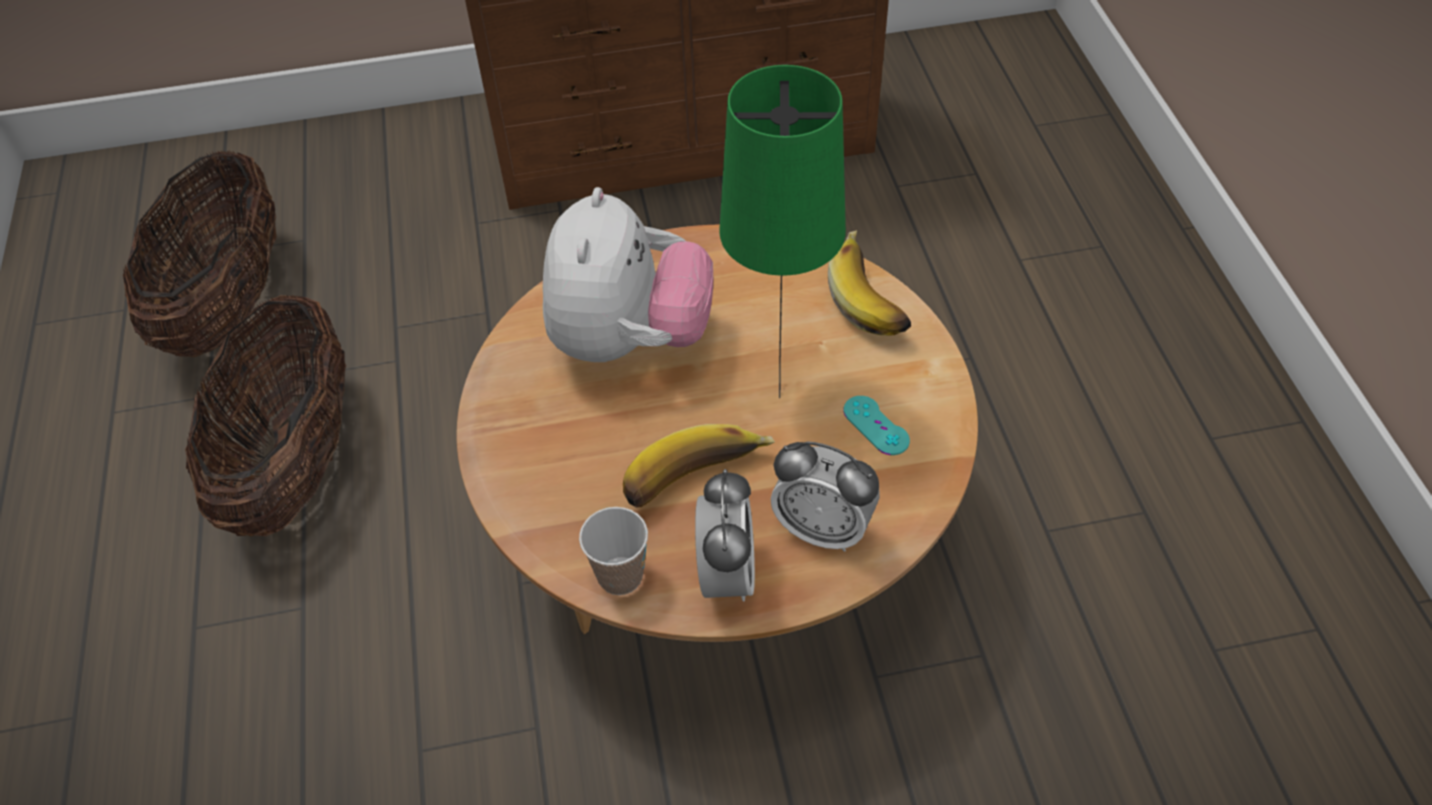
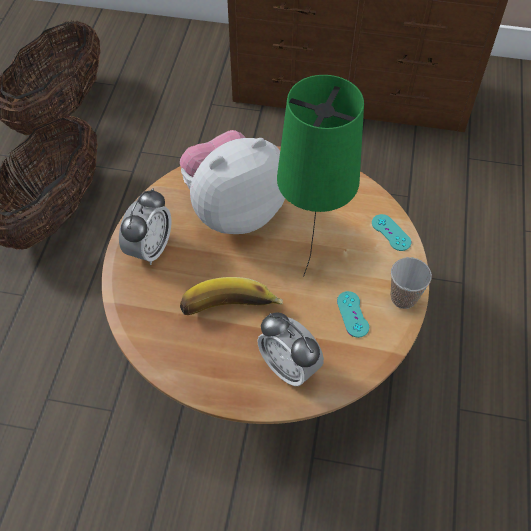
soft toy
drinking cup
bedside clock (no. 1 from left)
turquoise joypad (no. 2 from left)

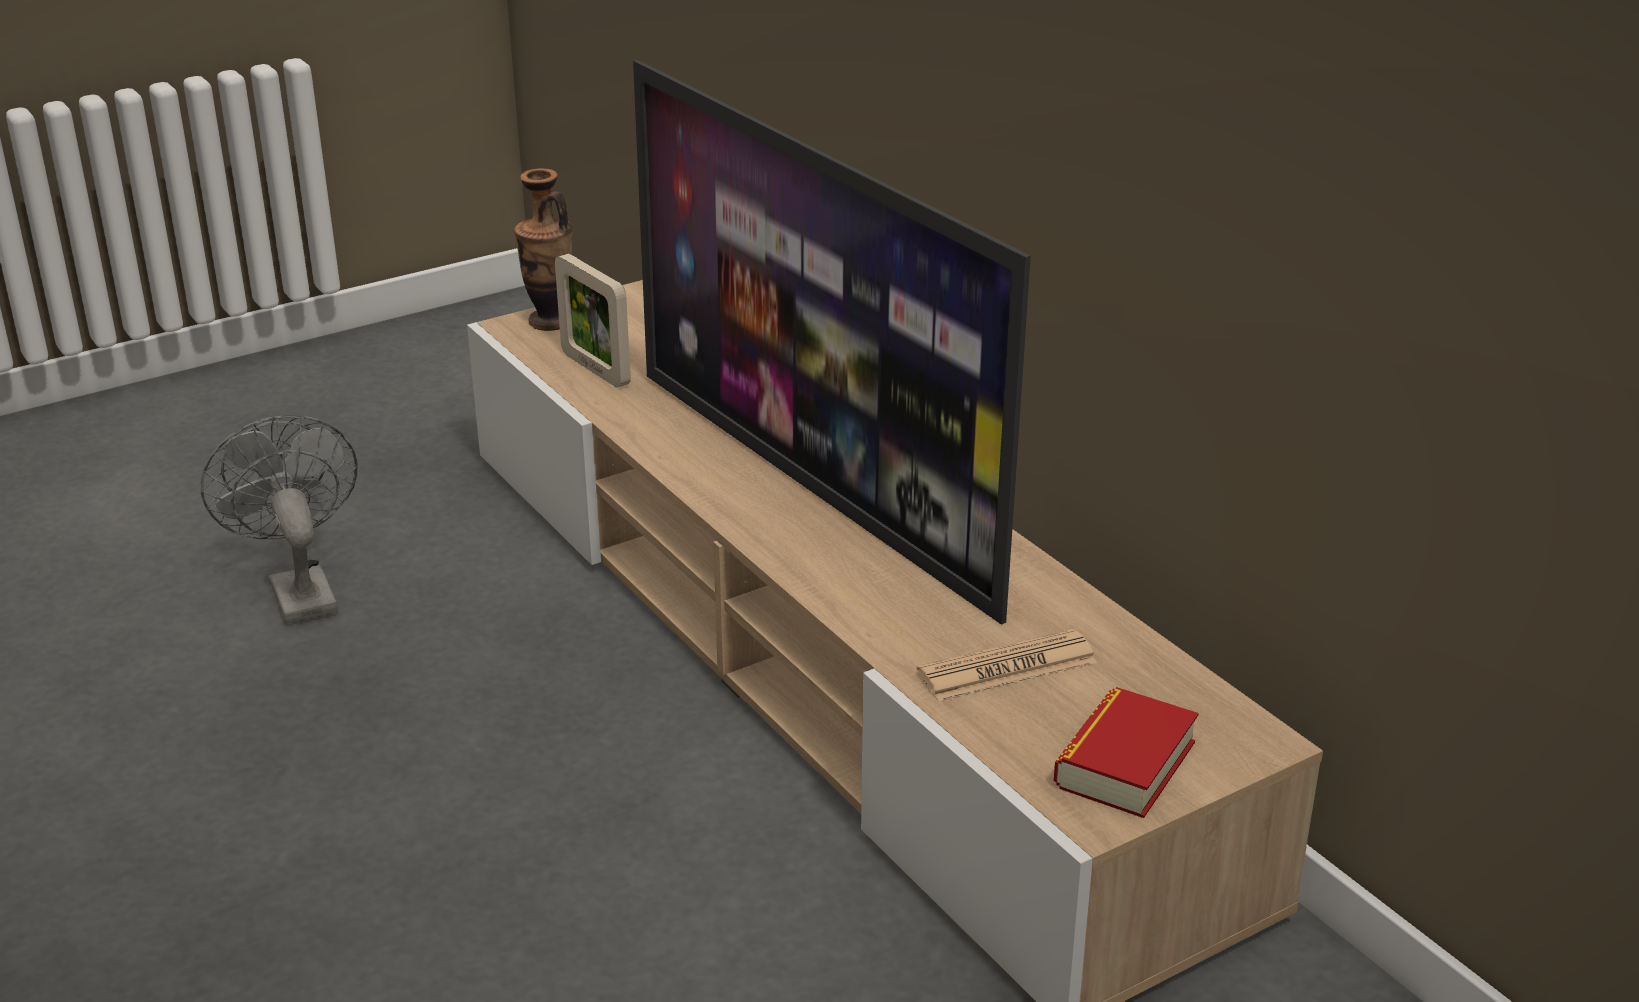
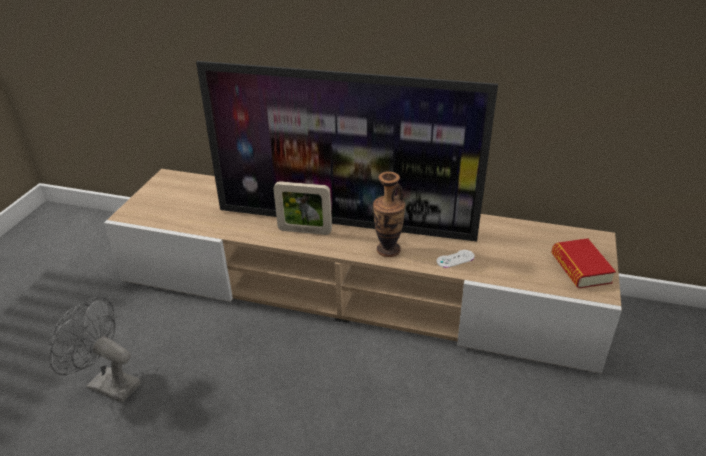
flower vase
picture frame
printed paper
whitish joypad

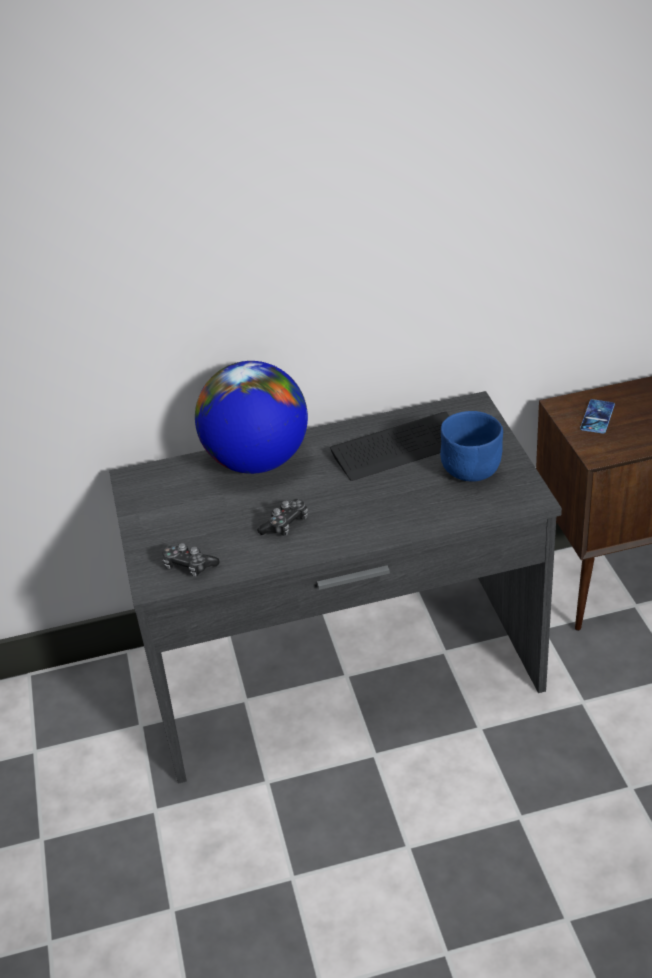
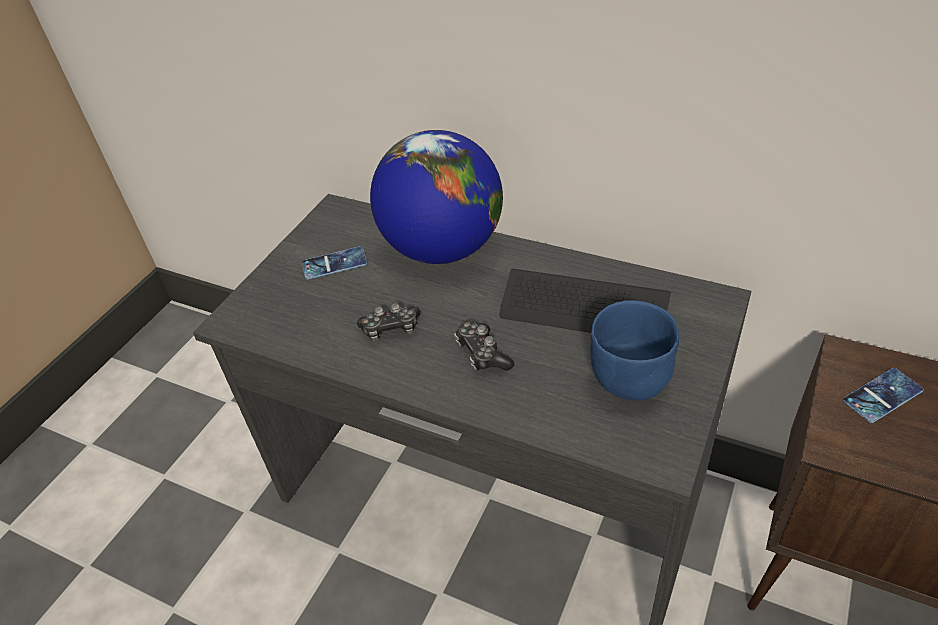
joypad (no. 2 from left)
phone (no. 1 from left)

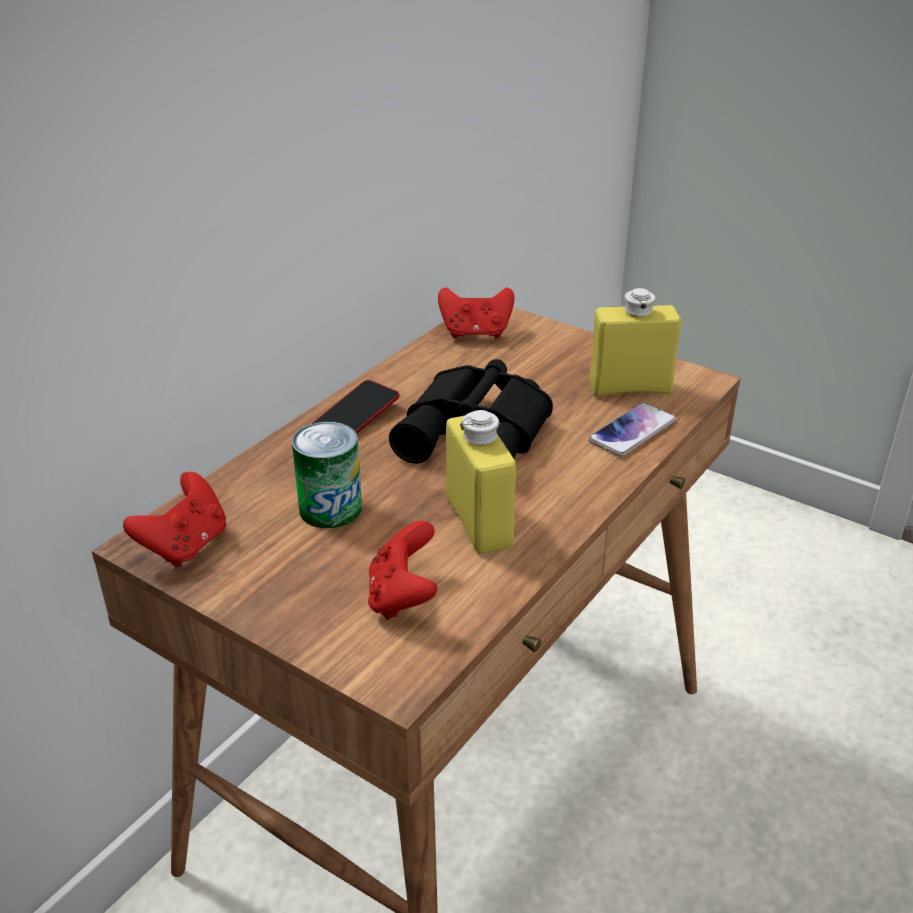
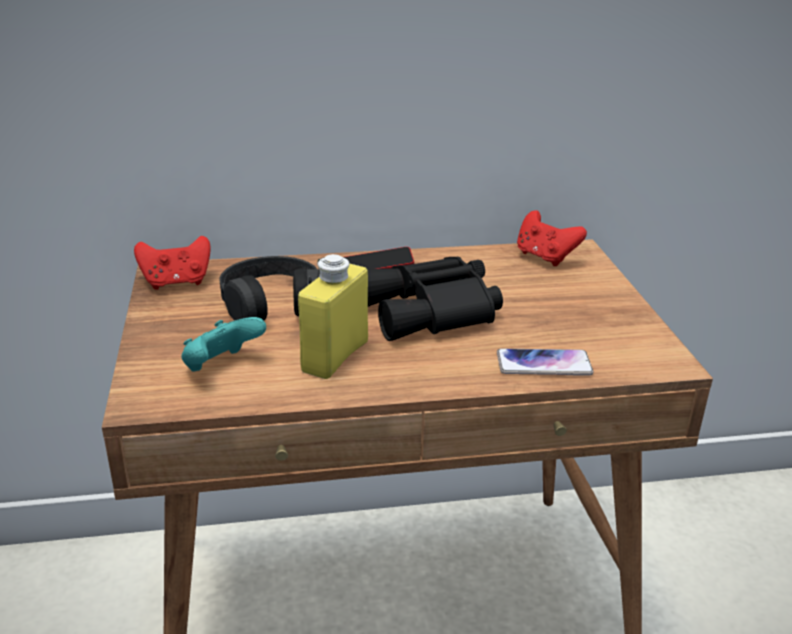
black headphones
turquoise joypad
yellow-coloured beverage bottle (no. 2 from left in the first image)

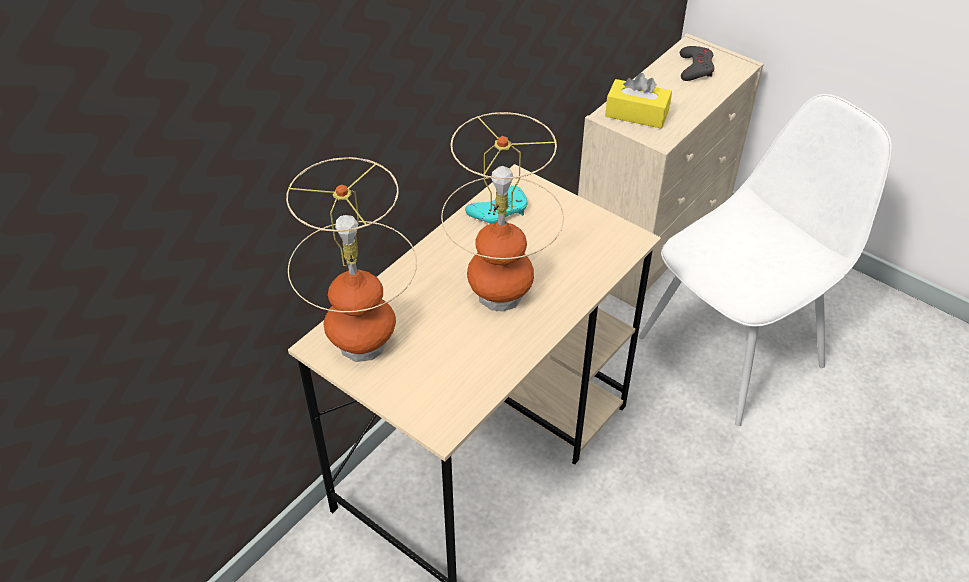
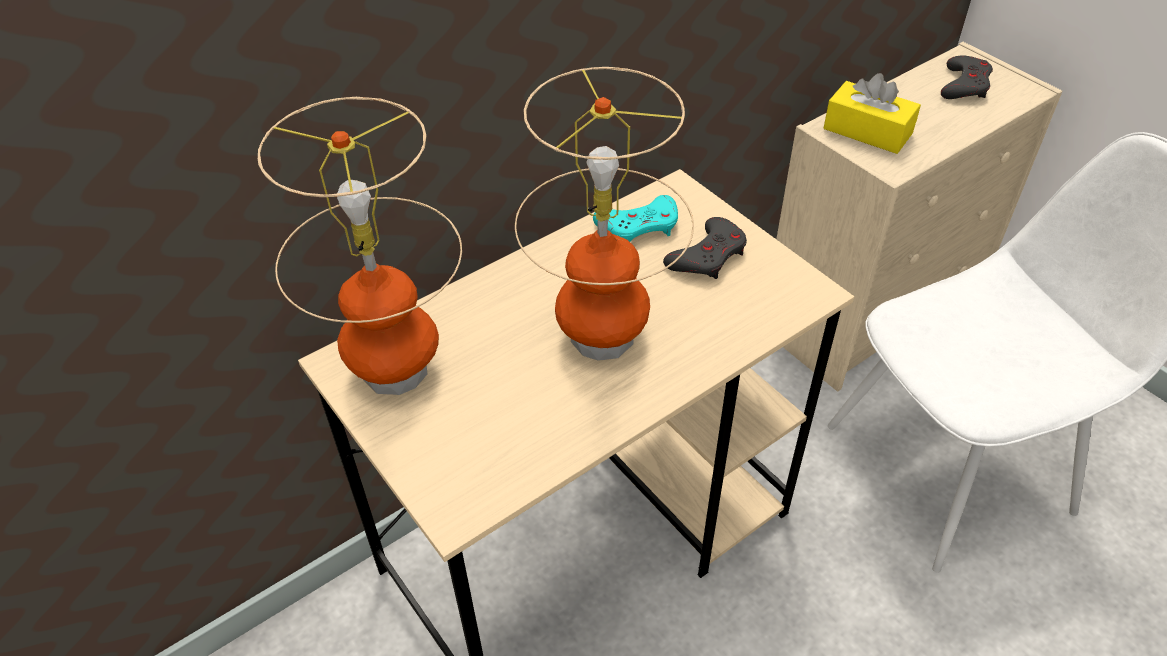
gray joypad (no. 1 from left)

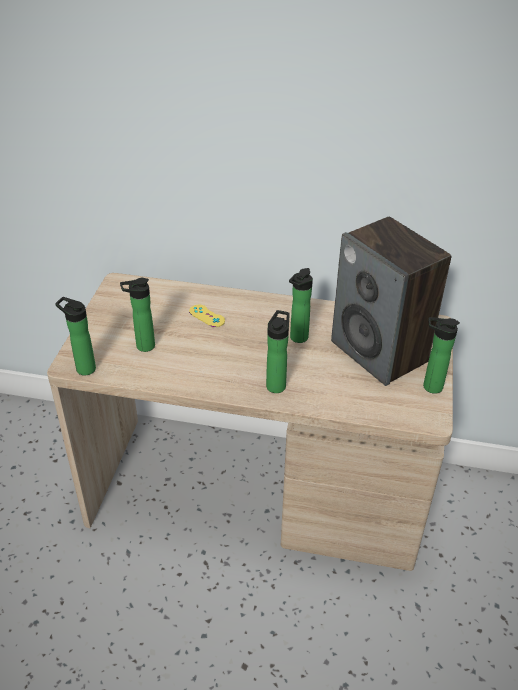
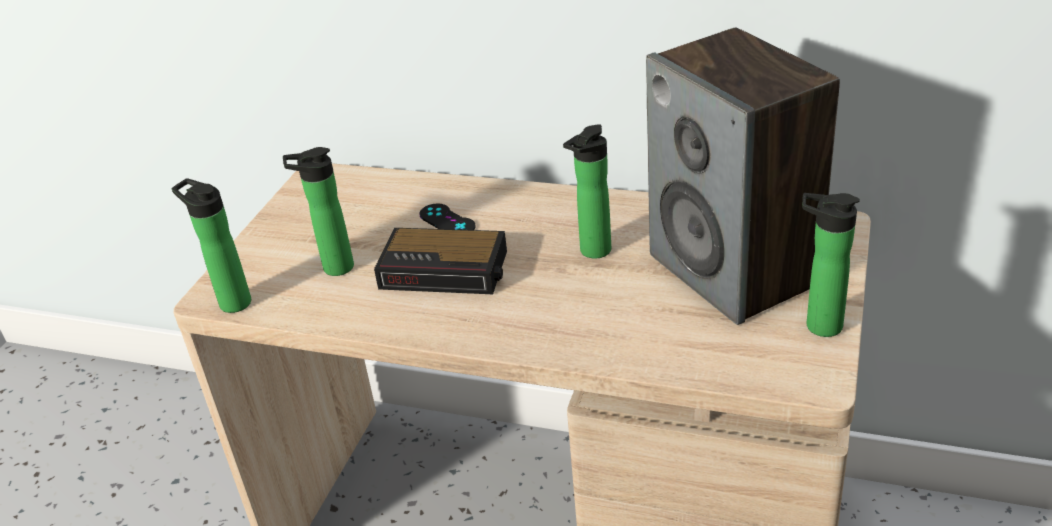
black joypad
beverage bottle (no. 3 from left in the first image)
bedside clock

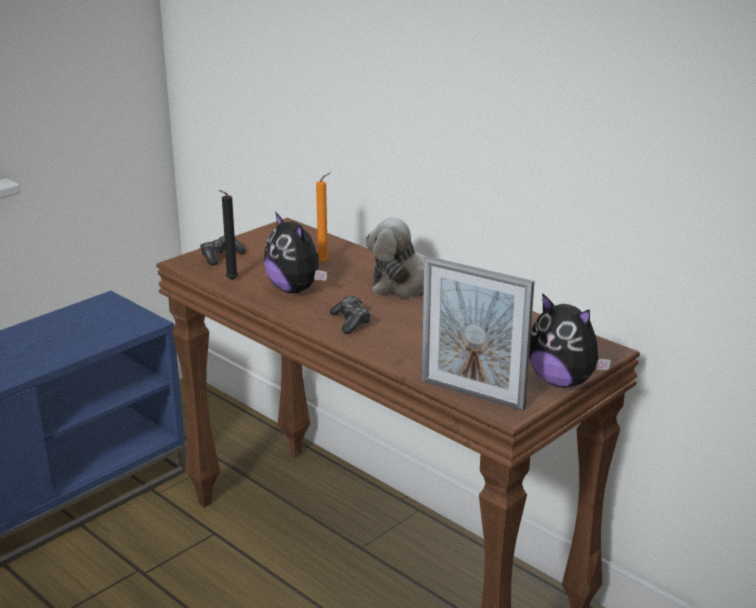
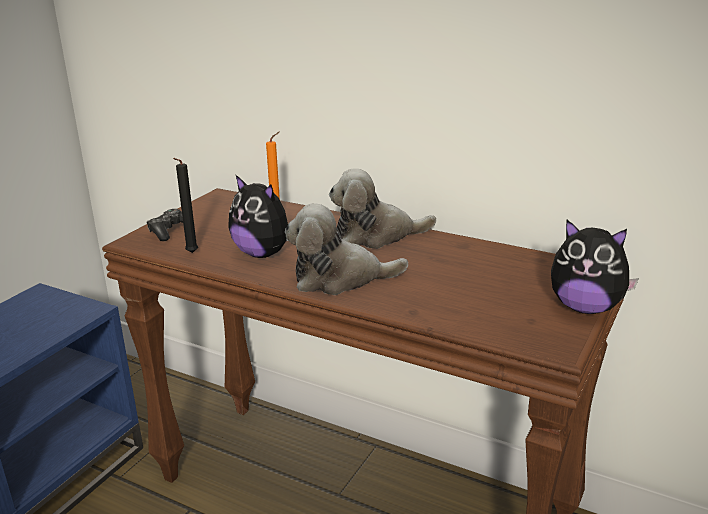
soft toy (no. 2 from left)
picture frame

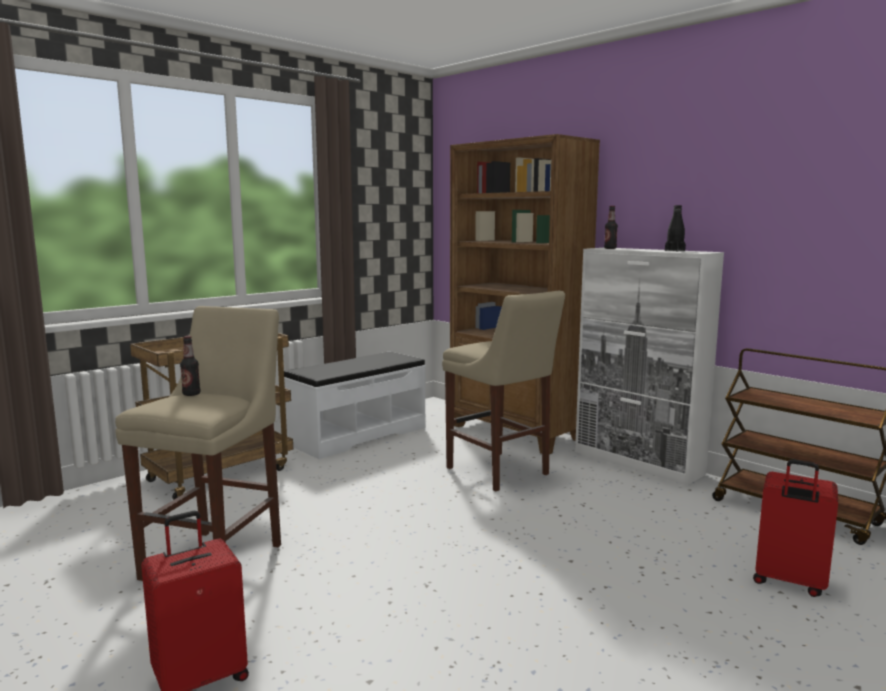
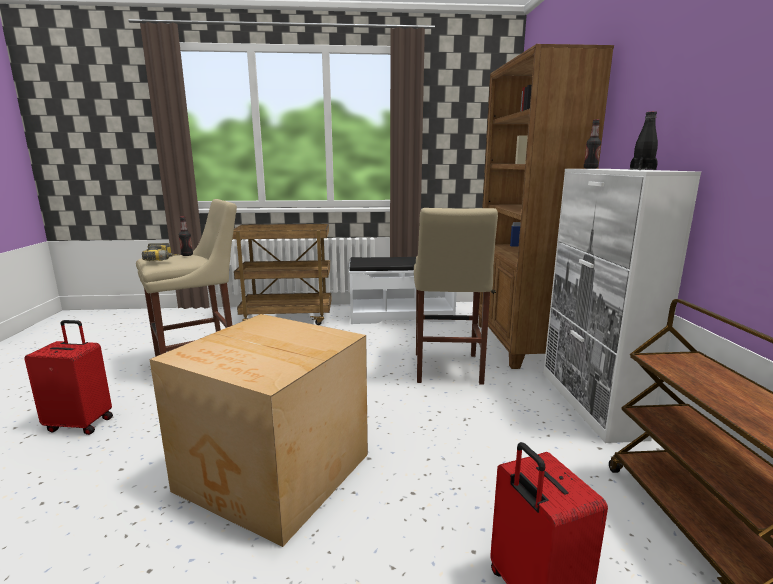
drill
carton

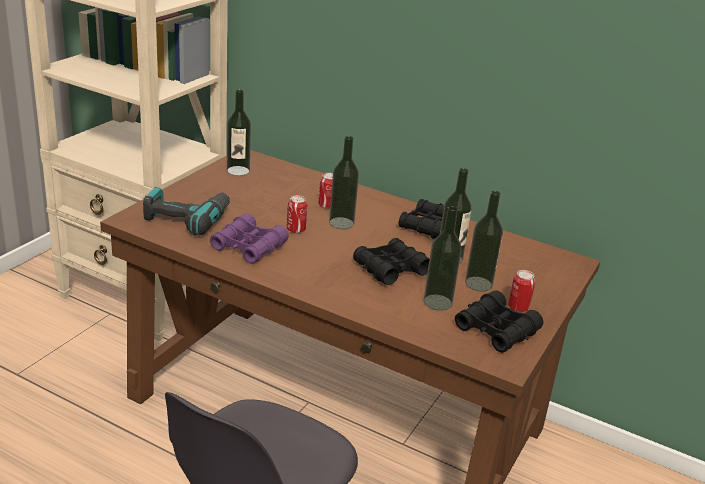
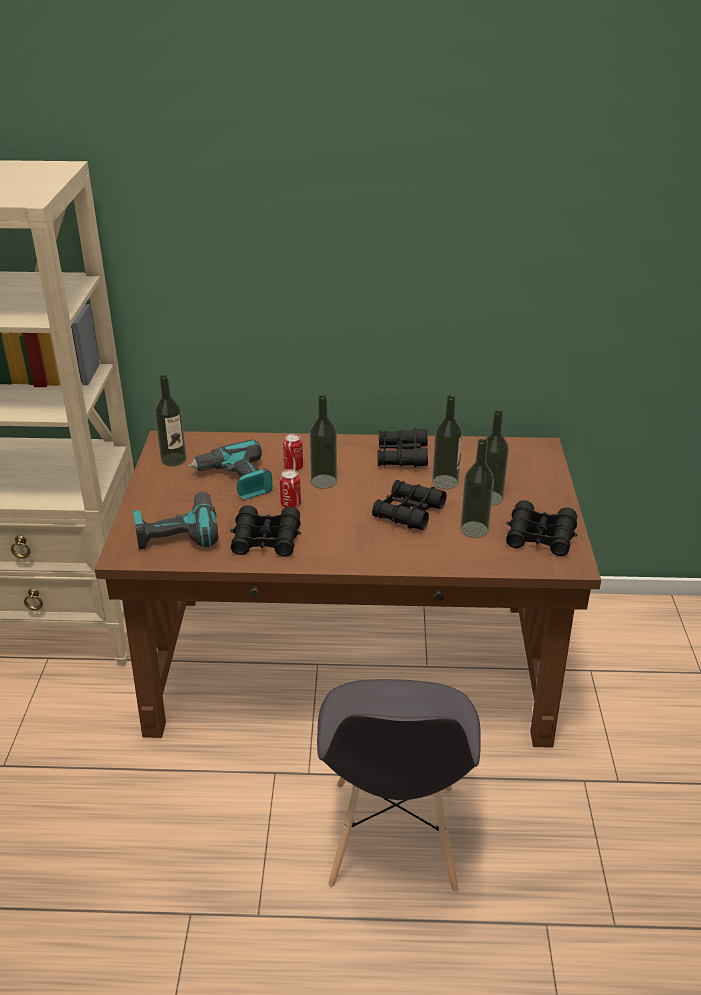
black field glasses (no. 1 from left)
sealed can (no. 3 from left in the first image)
drill (no. 2 from left)

